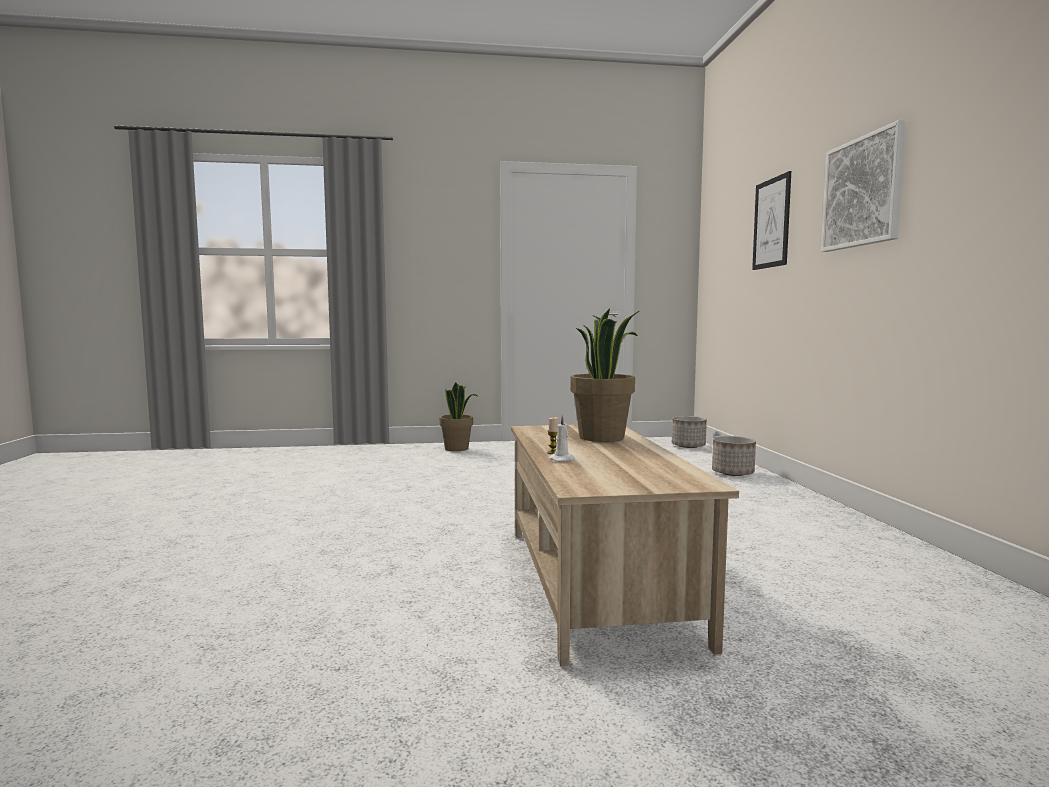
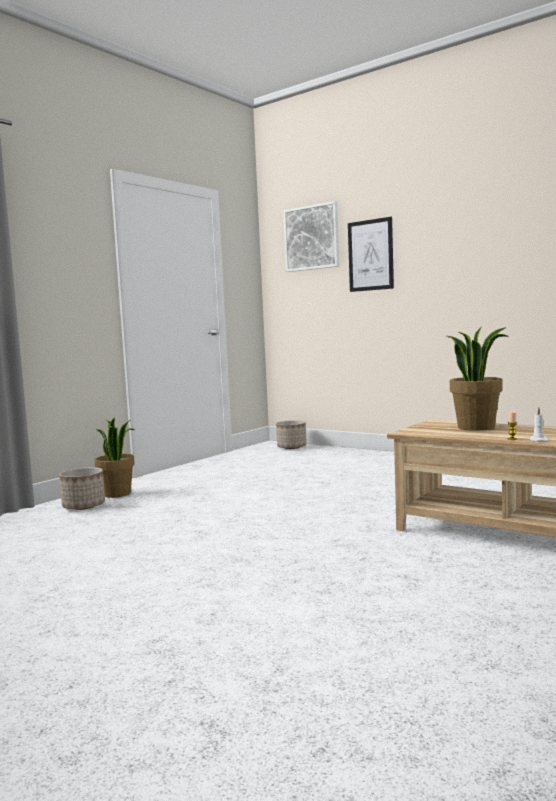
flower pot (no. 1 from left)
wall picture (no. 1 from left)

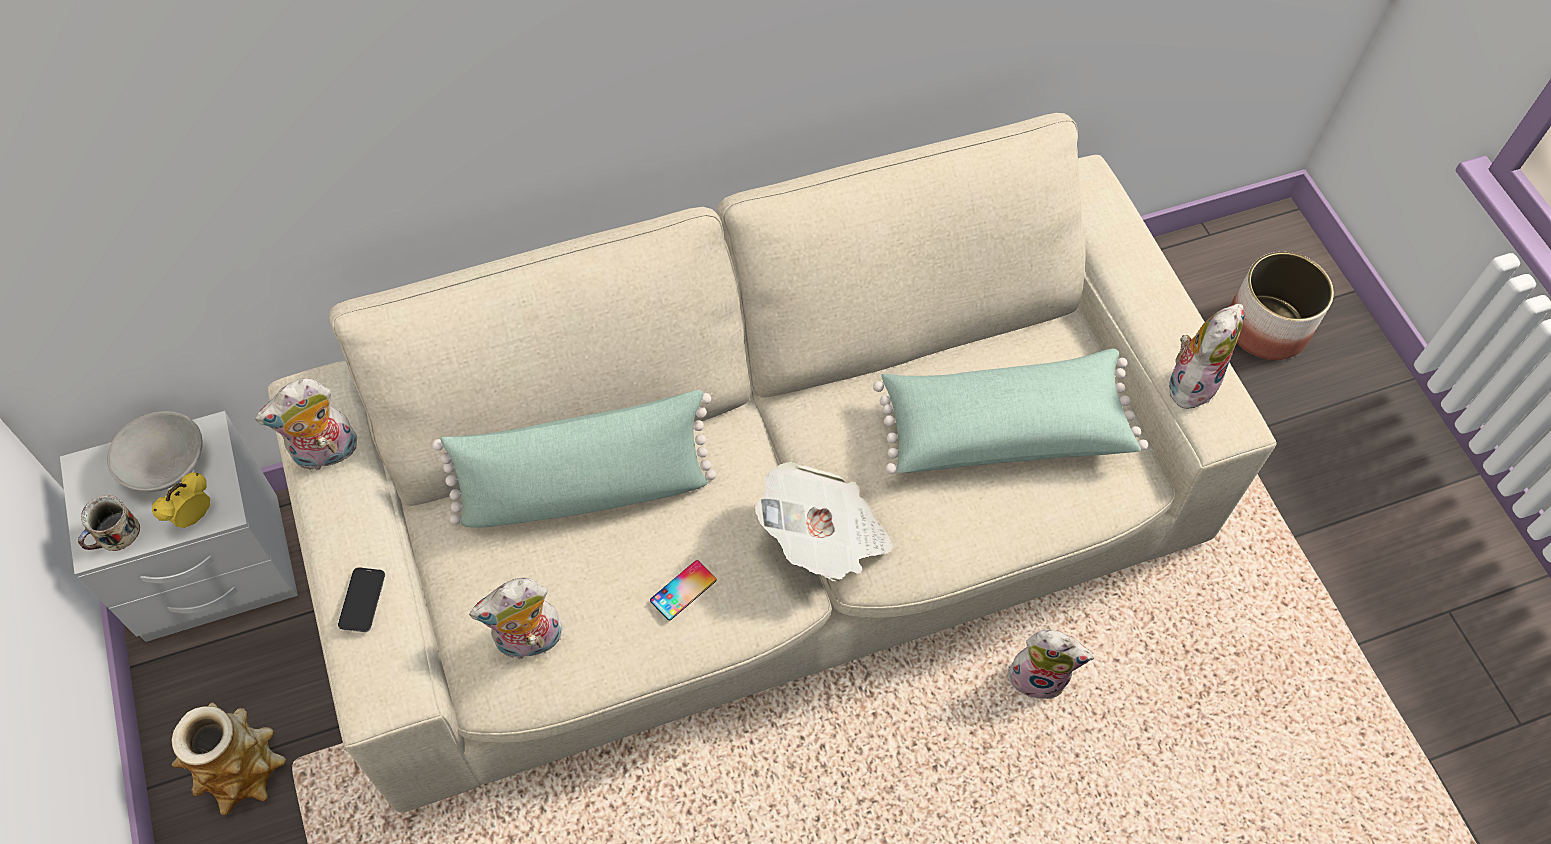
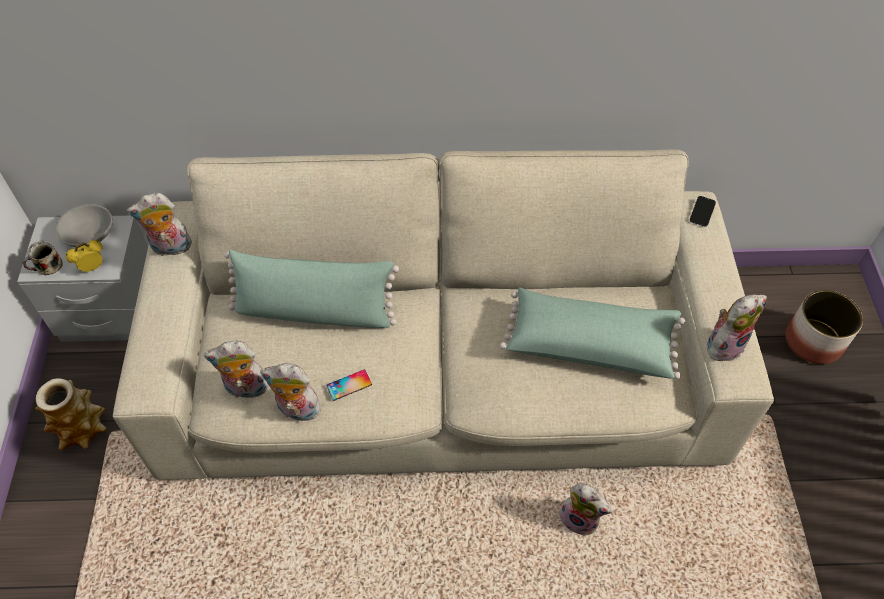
phone (no. 2 from left)
printed paper
soft toy (no. 3 from left)

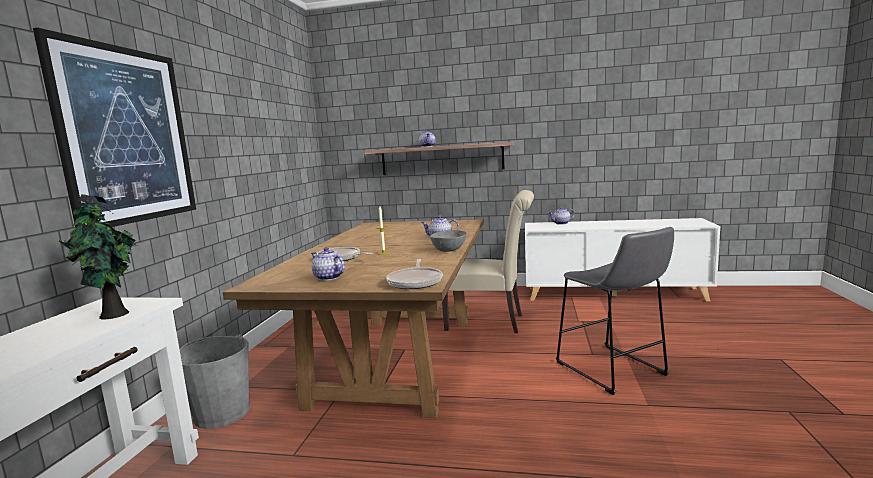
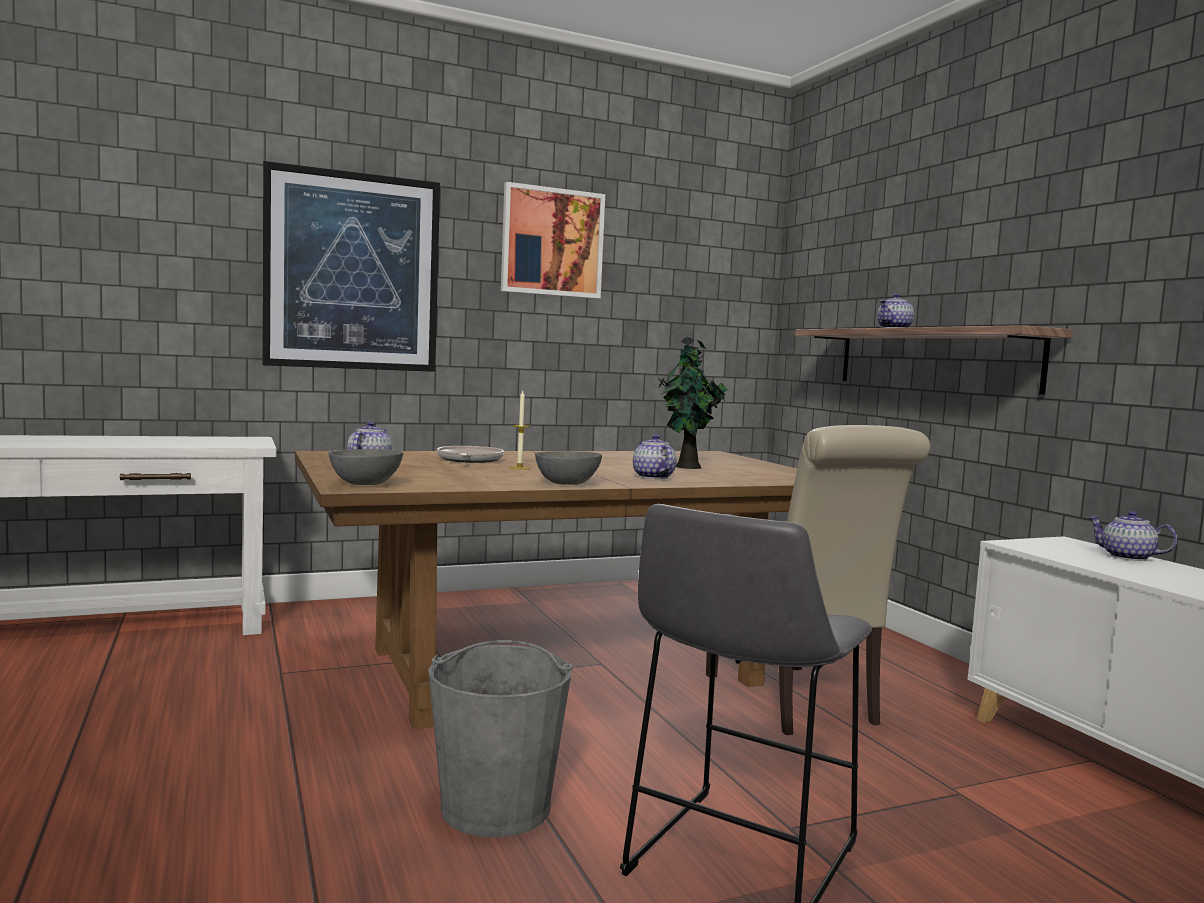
houseplant
gray bucket
gray deep dish (no. 1 from left)
wall picture (no. 2 from left)

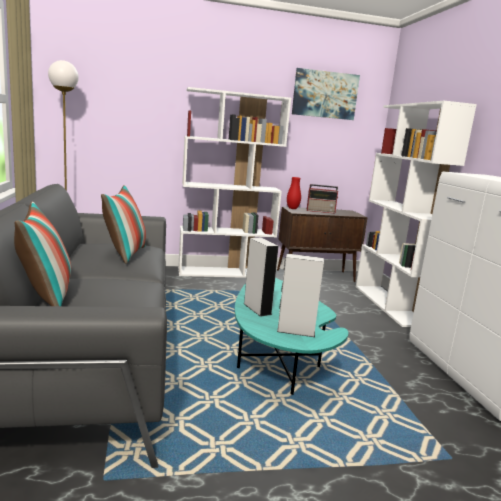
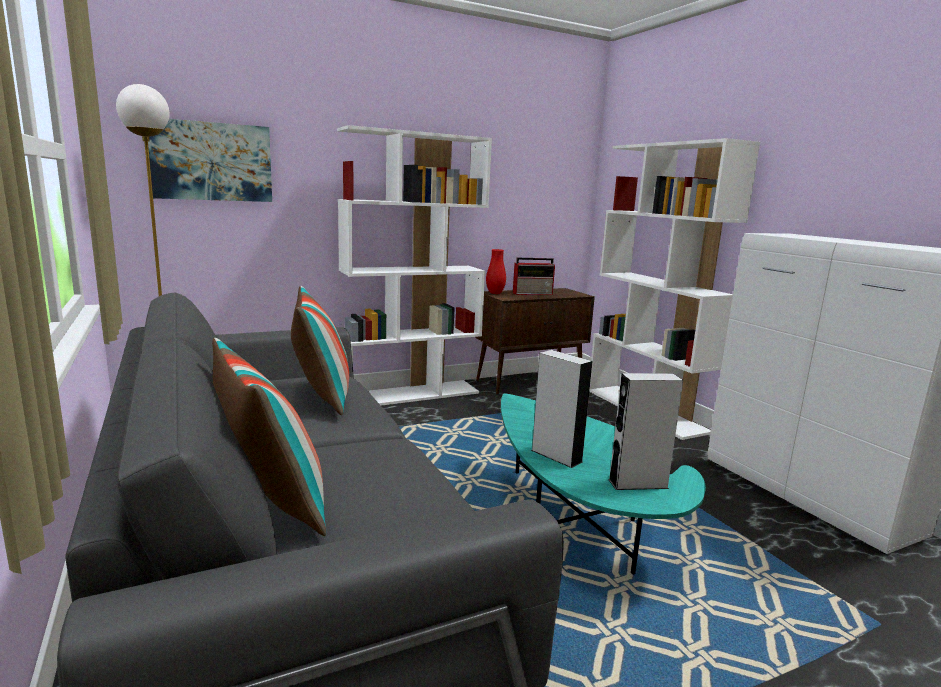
wall picture

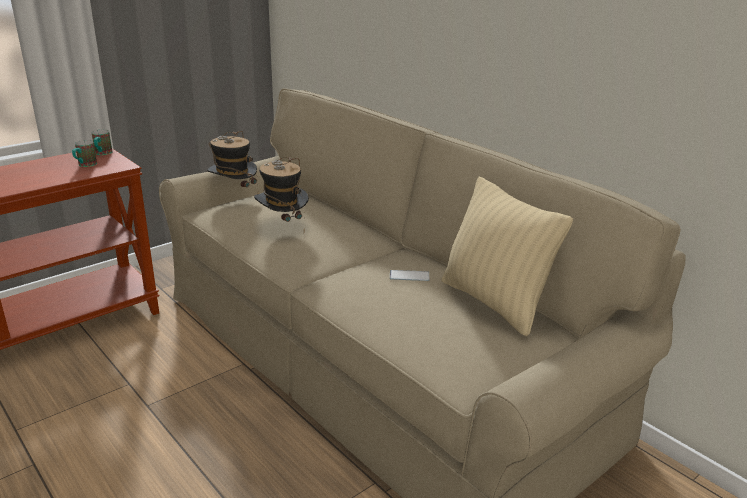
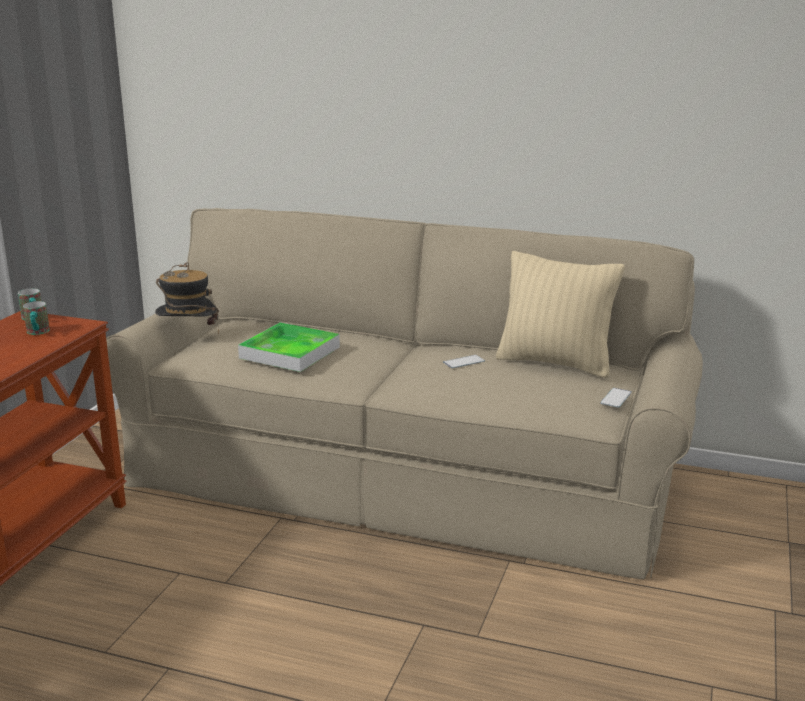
serving tray
phone (no. 2 from left)

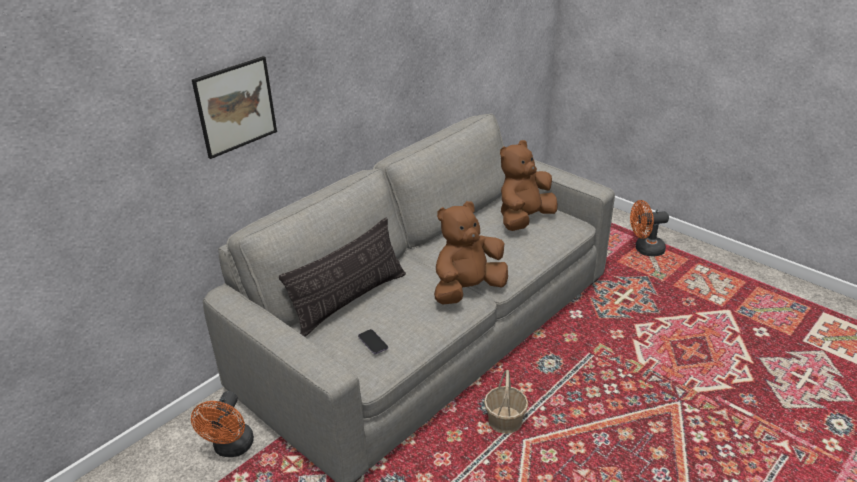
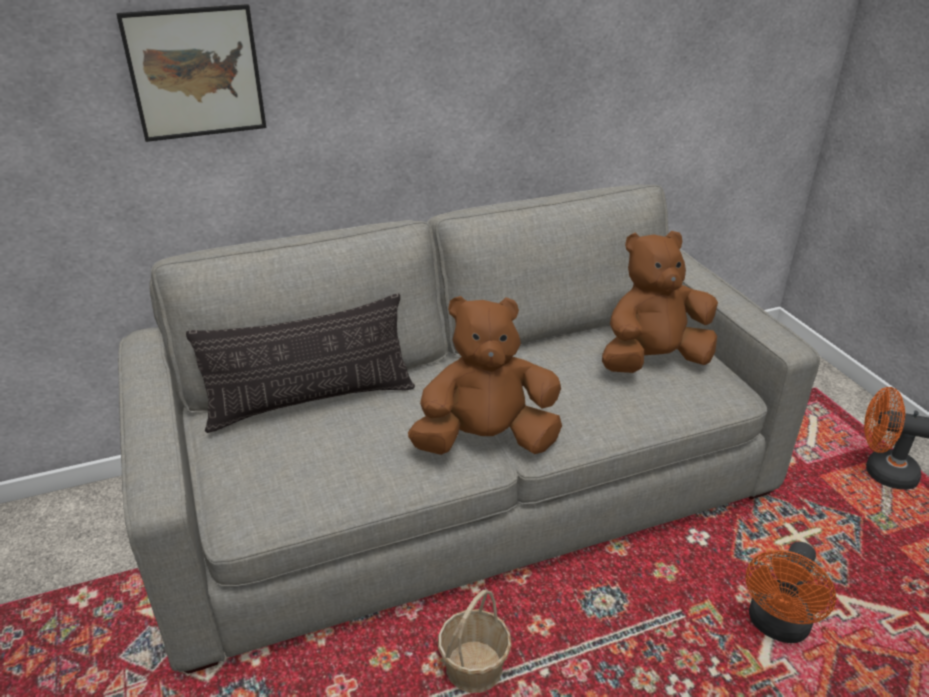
orangey fan (no. 1 from left)
phone

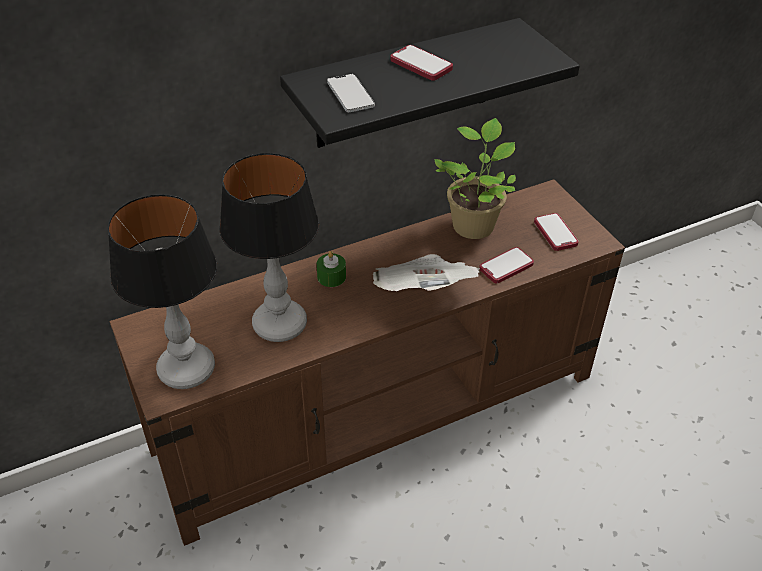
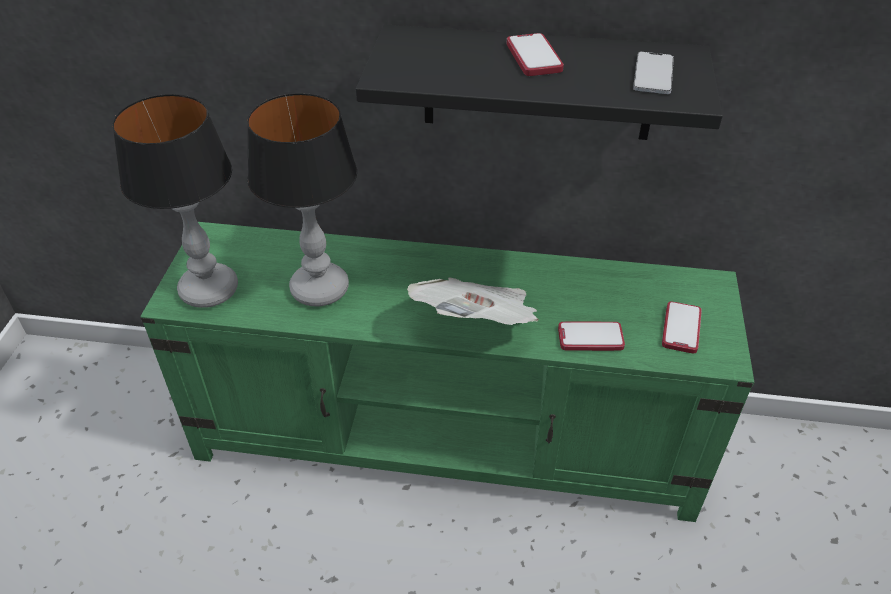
green-coloured tv unit
green-coloured candle
phone (no. 3 from left)
houseplant

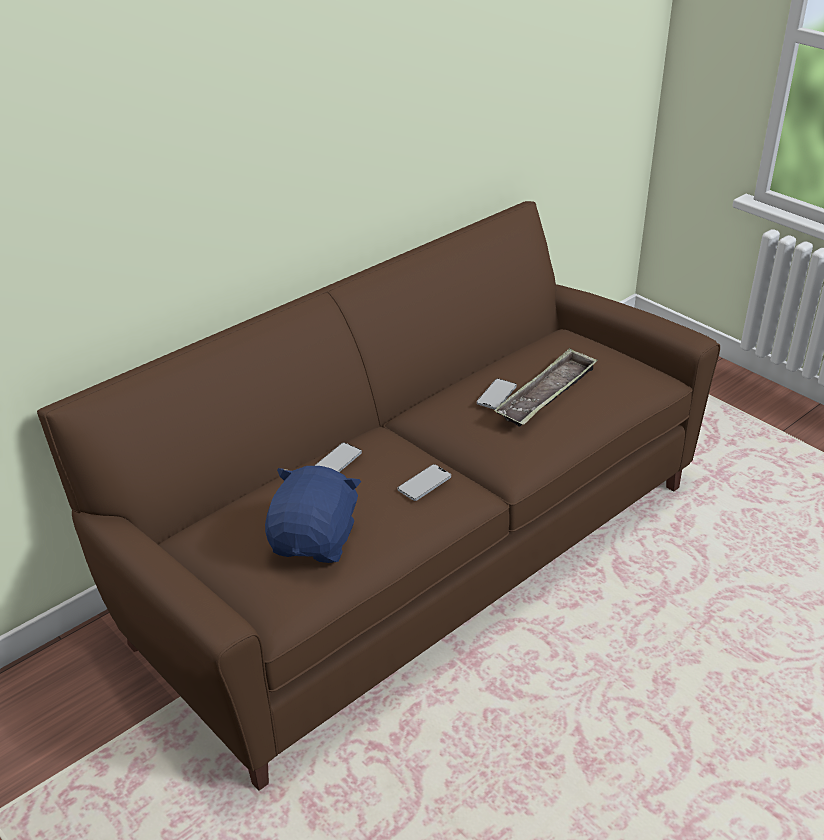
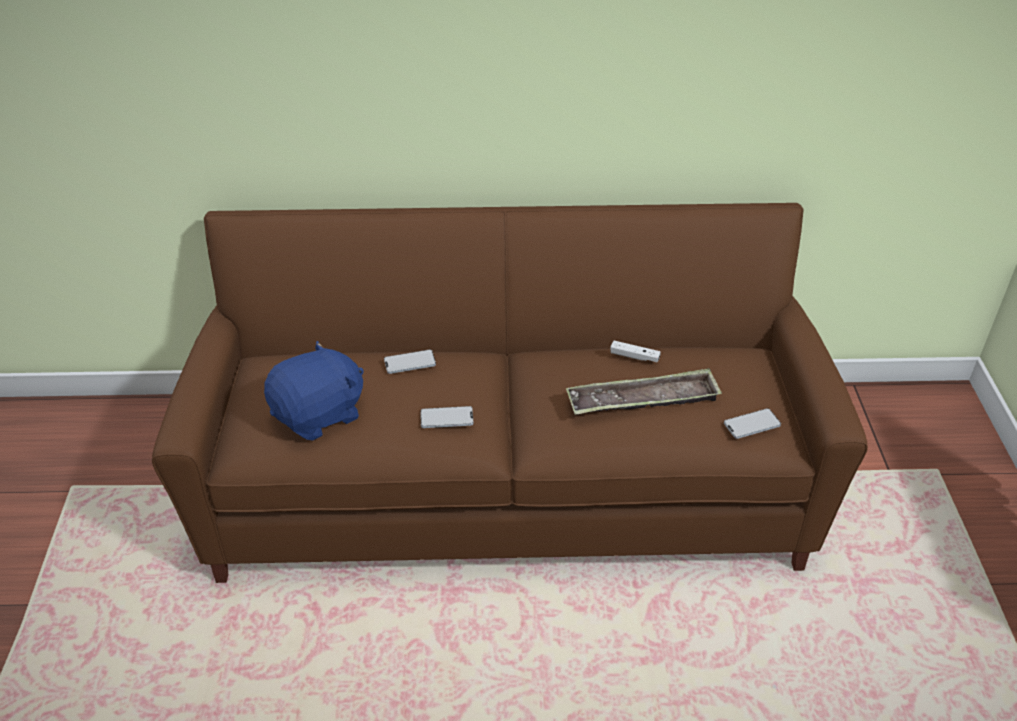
phone (no. 3 from left)
whitish joypad

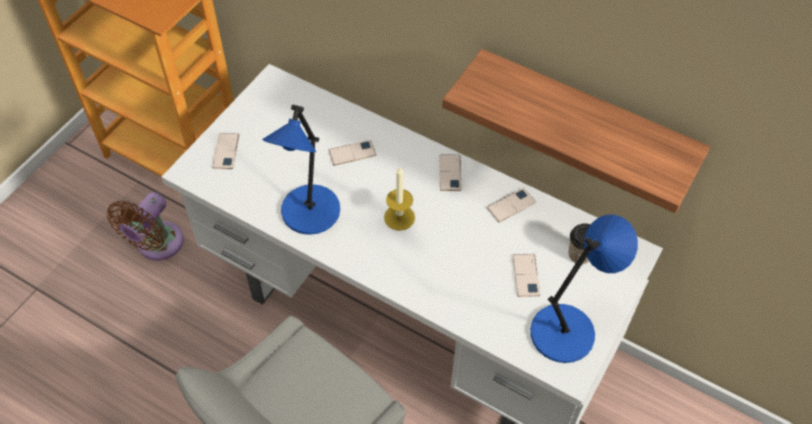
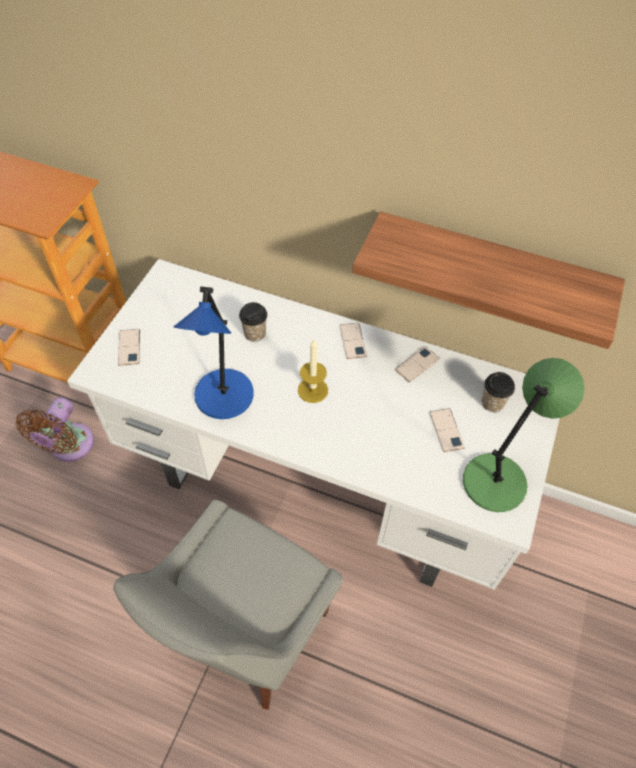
drinking cup (no. 1 from left)
green-coloured lamp for a table

